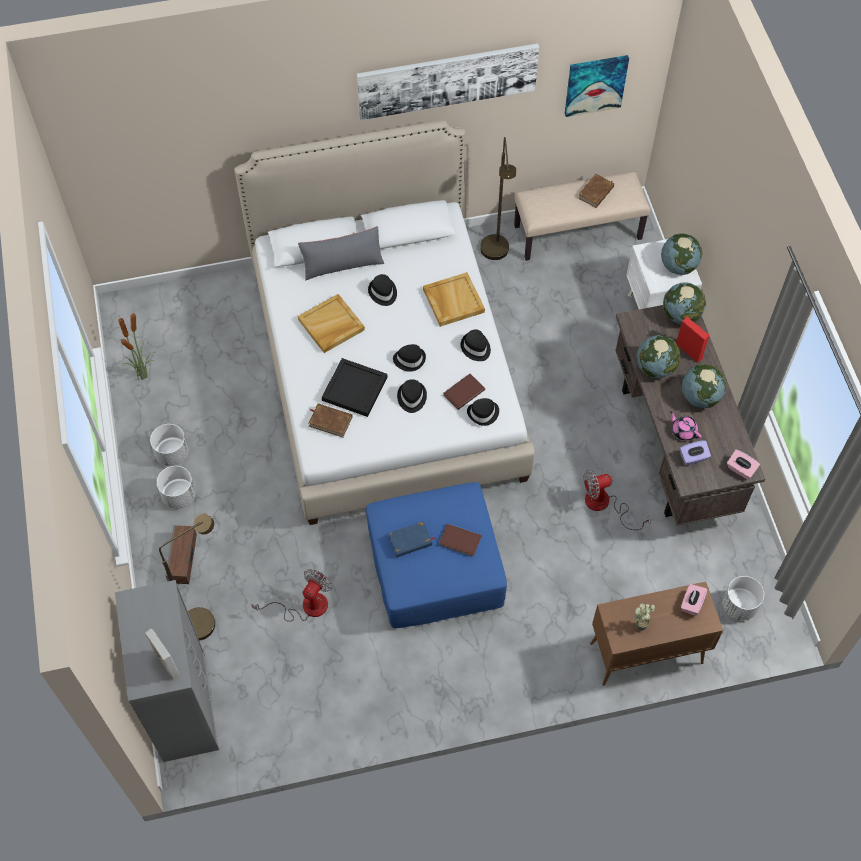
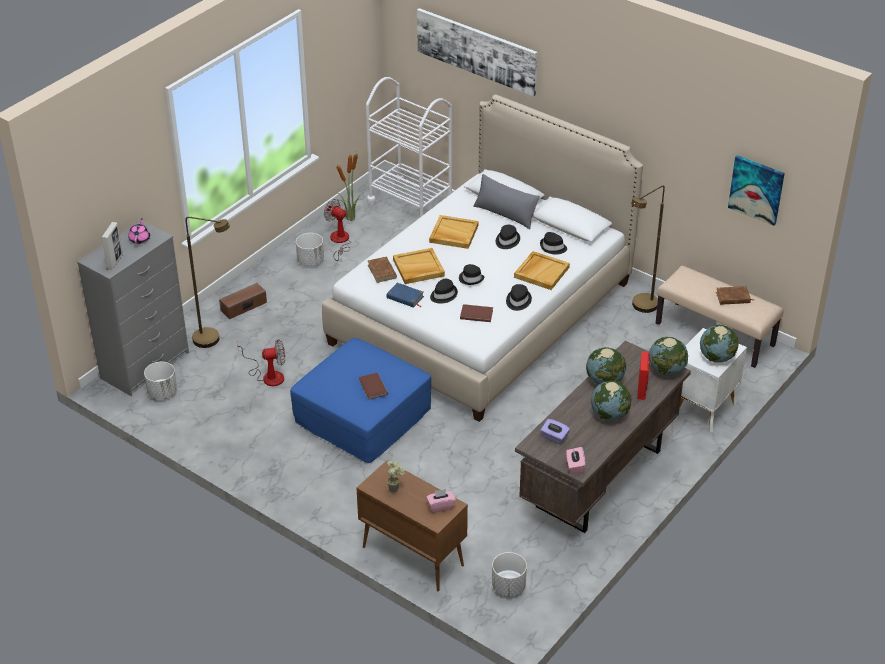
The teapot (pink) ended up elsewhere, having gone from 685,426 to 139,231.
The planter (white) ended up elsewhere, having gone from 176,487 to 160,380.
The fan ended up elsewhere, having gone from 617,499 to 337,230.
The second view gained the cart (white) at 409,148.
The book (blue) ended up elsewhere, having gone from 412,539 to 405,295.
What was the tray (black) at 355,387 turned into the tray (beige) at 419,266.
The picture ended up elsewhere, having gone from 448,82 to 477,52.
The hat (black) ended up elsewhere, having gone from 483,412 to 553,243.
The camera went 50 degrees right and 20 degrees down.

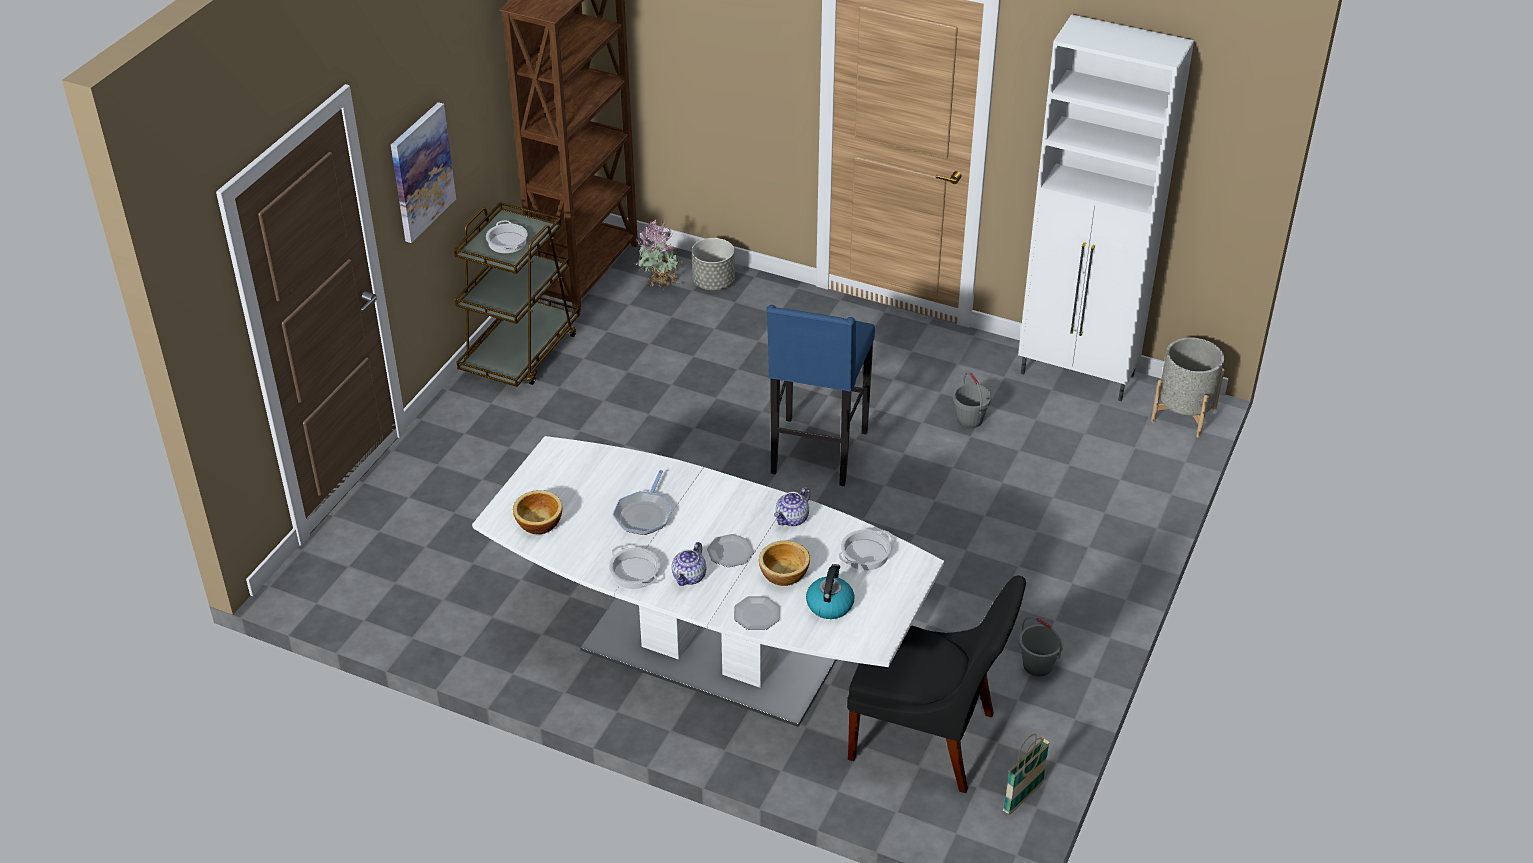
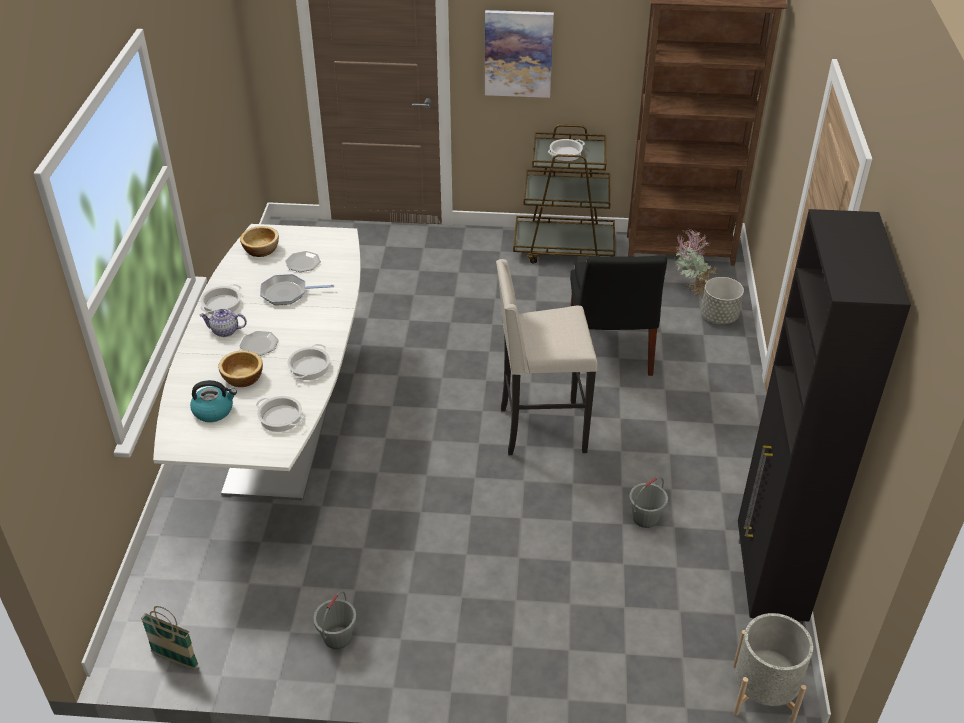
The plate ended up elsewhere, having gone from 757,613 to 303,261.
Where the teapot stood at 792,506, the cooking pot came to stand at 308,362.
What was the stool (blue) at 820,395 turned into the stool (beige) at 546,357.
The chair (black) ended up elsewhere, having gone from 936,684 to 618,315.
What was the cabinet (white) at 1106,208 turned into the cabinet (black) at 824,417.
The camera went 70 degrees right and 0 degrees up.

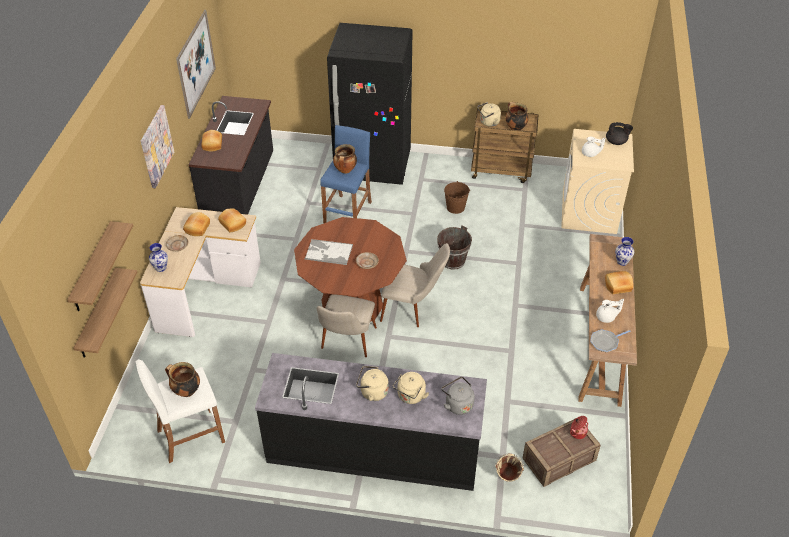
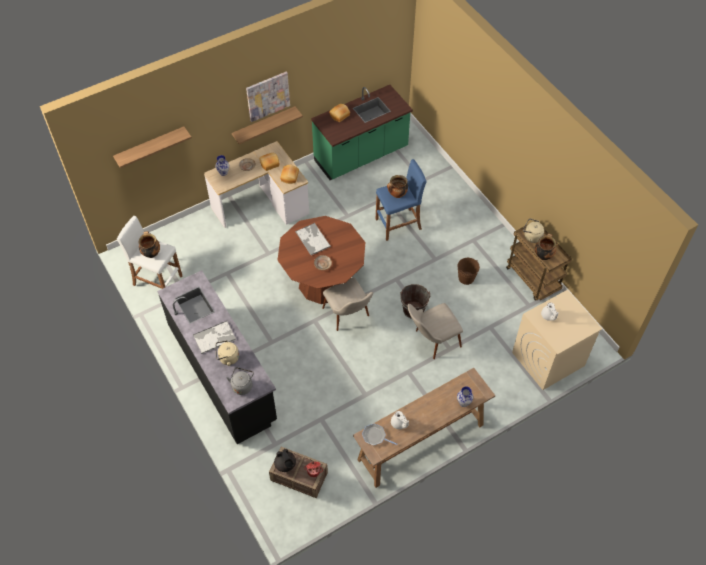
Where the kettle (beige) stood at 372,383, the tray came to stand at 214,337.
The shelf ended up elsewhere, having gone from 105,313 to 267,125.
The teapot (black) ended up elsewhere, having gone from 619,133 to 285,460.
What was the counter (black) at 230,155 turned into the counter (green) at 362,132.
The chair (beige) ended up elsewhere, having gone from 347,325 to 435,331.
The second view lost the picture at 196,64.
The second view lost the fridge (black) at 370,104.
The second view lost the bucket (beige) at 509,468.
The second view lost the bread at 619,282.
The camera went 50 degrees right and 10 degrees up.

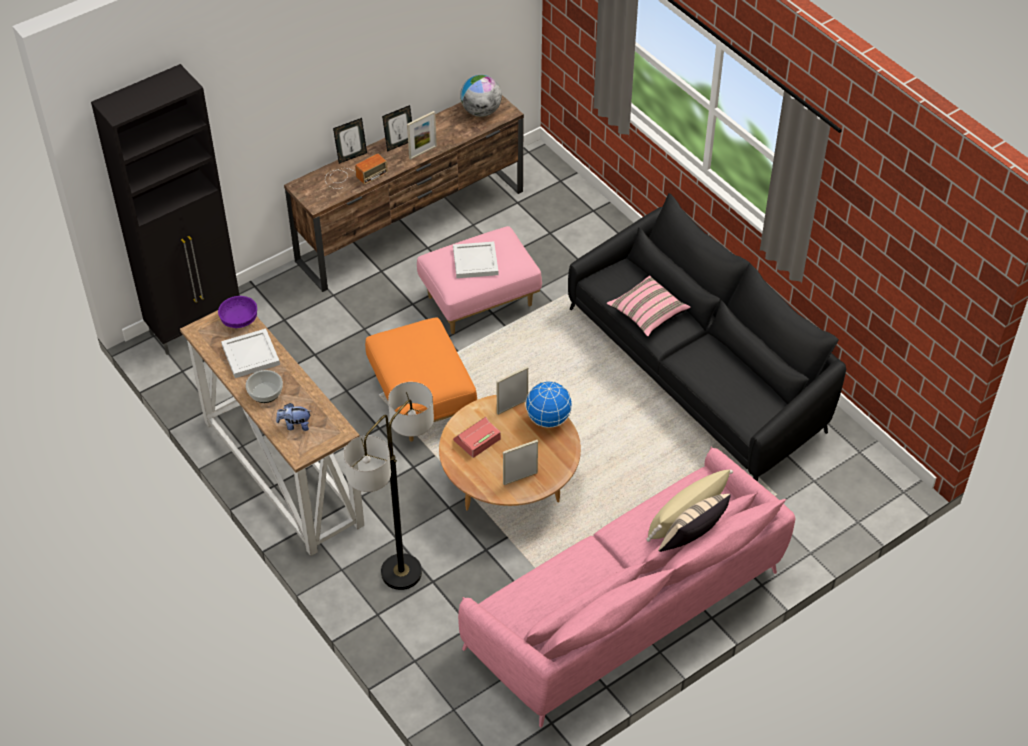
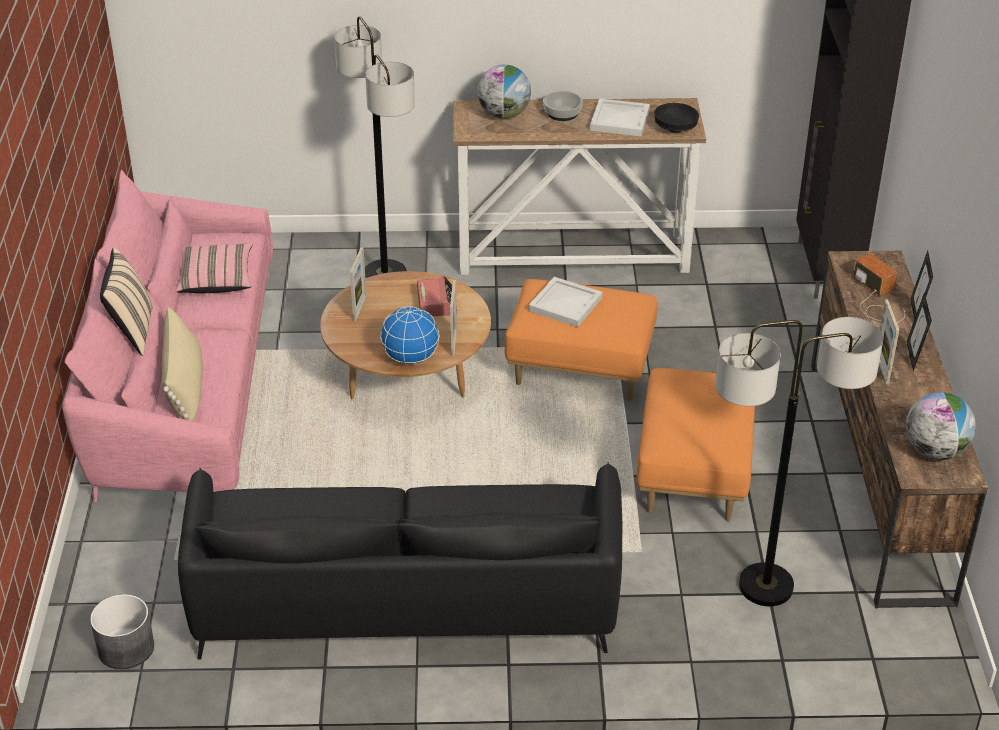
The second view gained the planter (grey) at 122,631.
The pillow (pink) ended up elsewhere, having gone from 648,306 to 214,268.
Where the plush toy stood at 293,417, the globe came to stand at 504,92.
The tray (white) ended up elsewhere, having gone from 475,260 to 566,302.
What was the ottoman (pink) at 479,280 turned into the ottoman (orange) at 695,444.
What was the bowl (purple) at 237,312 turned into the bowl (black) at 676,118.
The second view gained the floor lamp at 799,461.
The radio at 356,171 ended up facing another way, 150 degrees clockwise from before.
The camera went 125 degrees right and 10 degrees down.

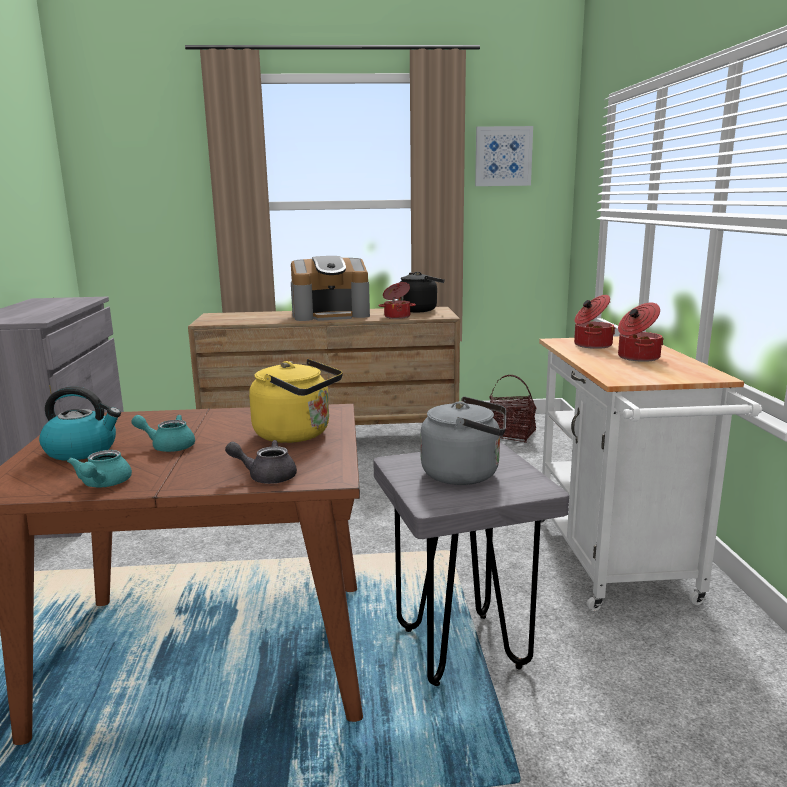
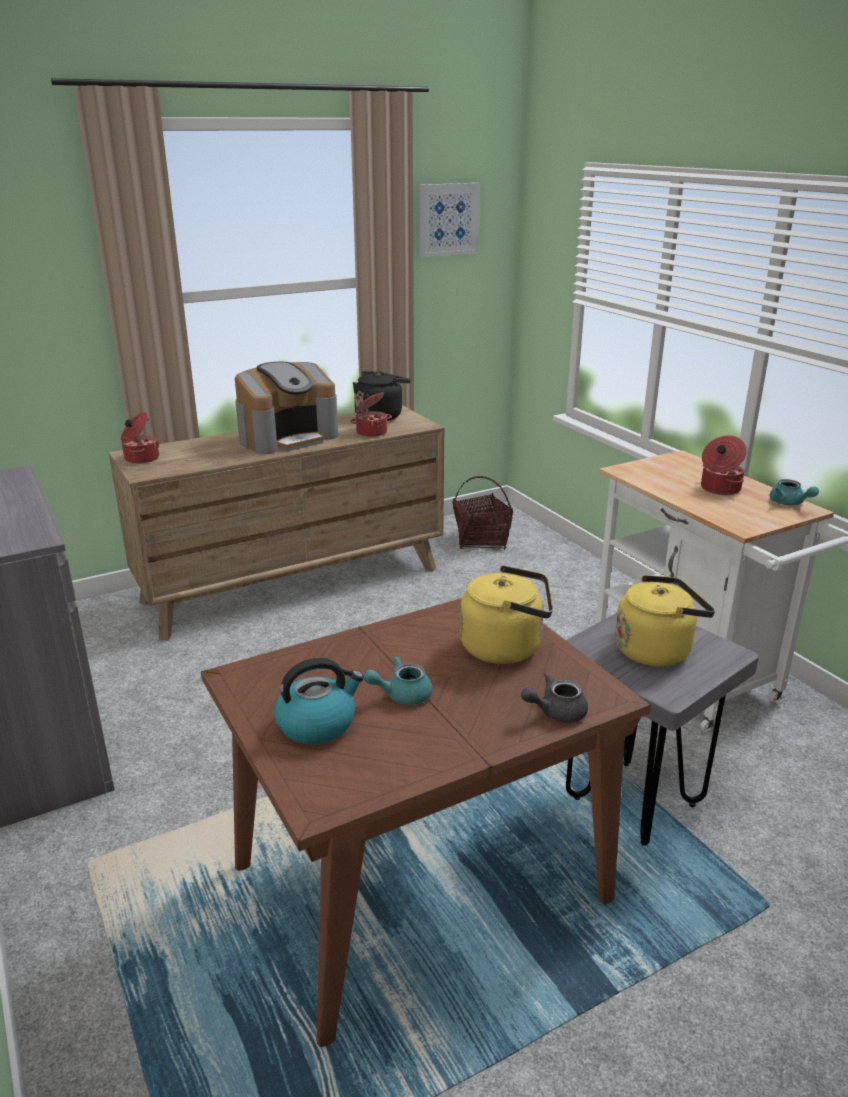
The cooking pot ended up elsewhere, having gone from 595,322 to 140,438.
What was the kettle (grey) at 463,441 turned into the kettle (yellow) at 665,620.
The teapot (turquoise) ended up elsewhere, having gone from 99,468 to 794,492.
The camera went 25 degrees left and 10 degrees up.

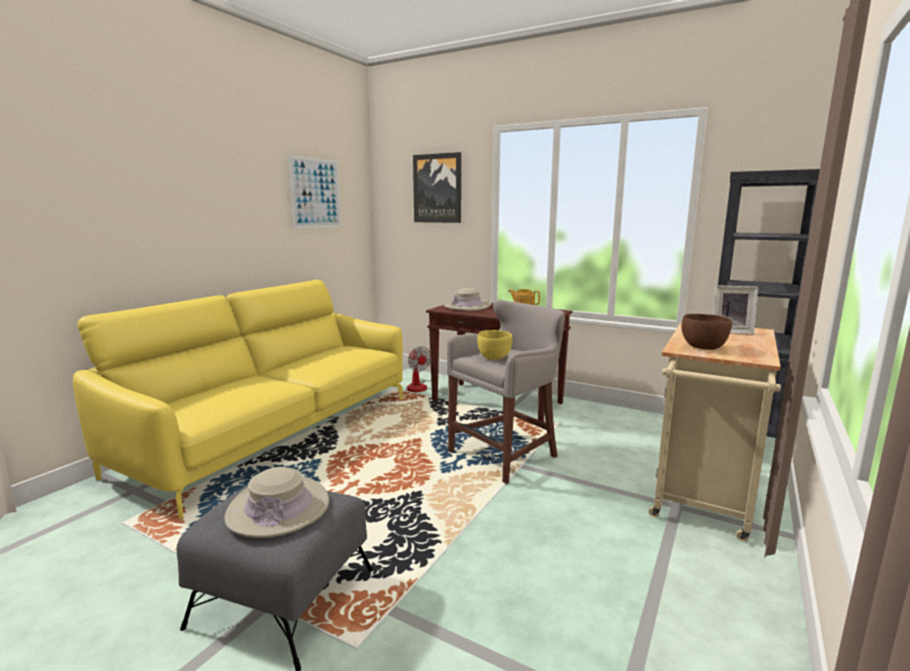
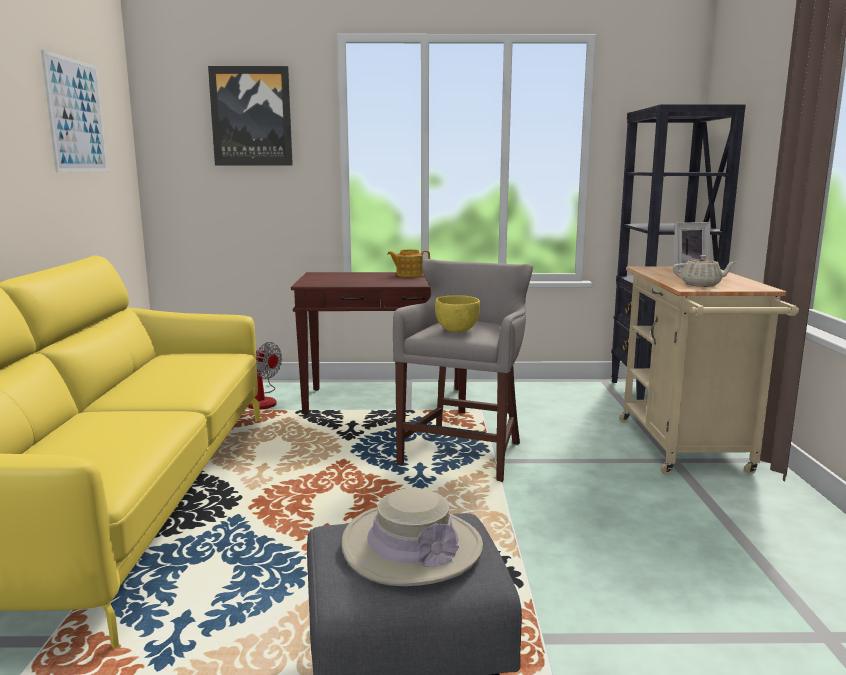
Where the bowl (brown) stood at 706,332, the teapot (beige) came to stand at 704,271.
The second view lost the hat (beige) at 467,299.
The camera went 30 degrees left and 0 degrees up.

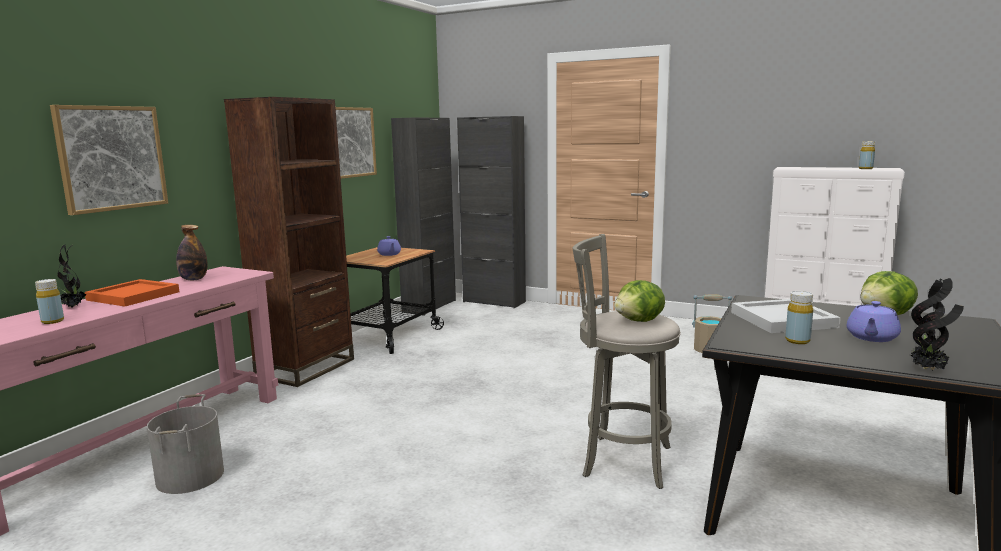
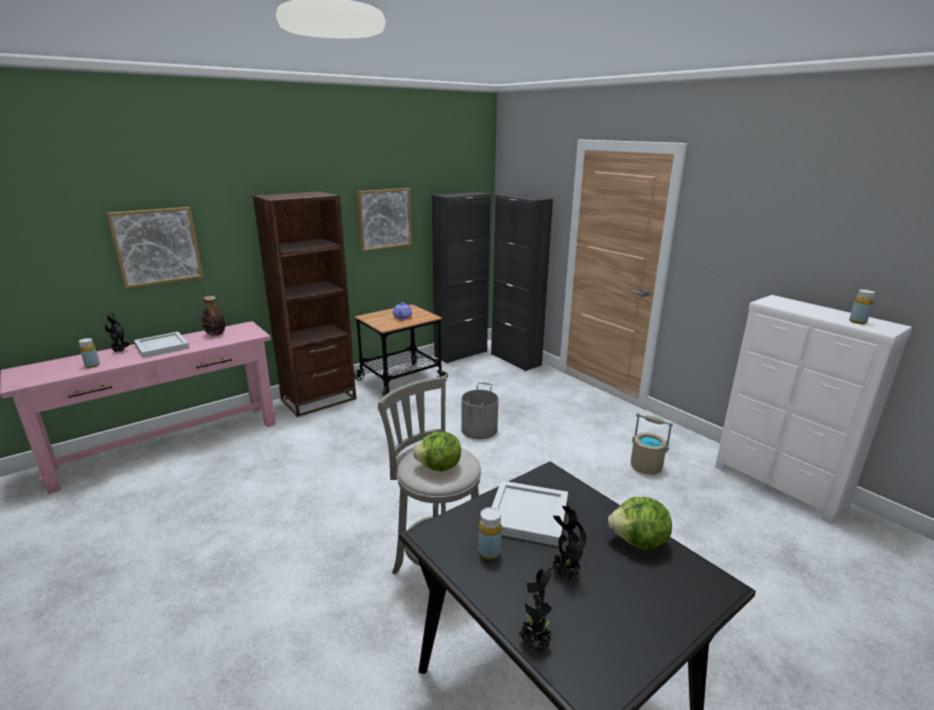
What was the tray (orange) at 132,293 turned into the tray (white) at 161,345.
The bucket (grey) ended up elsewhere, having gone from 185,444 to 479,410.
Where the teapot (purple) stood at 874,321, the potted plant came to stand at 569,542.
The camera went 25 degrees right and 10 degrees up.

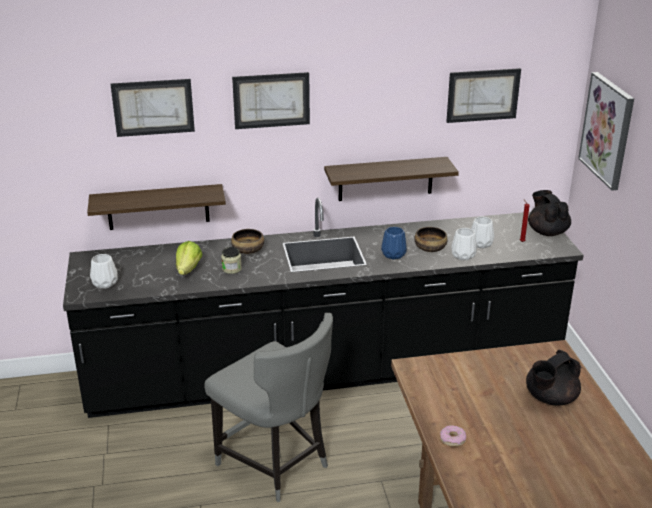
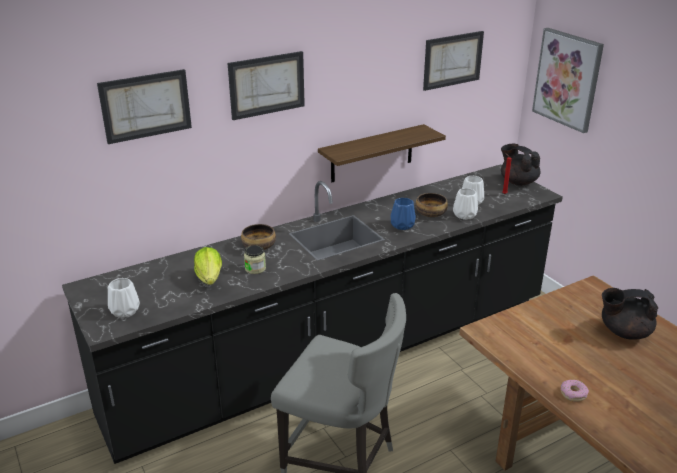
The teapot (black) at 553,378 ended up facing another way, 60 degrees clockwise from before.
The second view lost the shelf at 156,207.
The camera went 20 degrees left and 0 degrees up.

